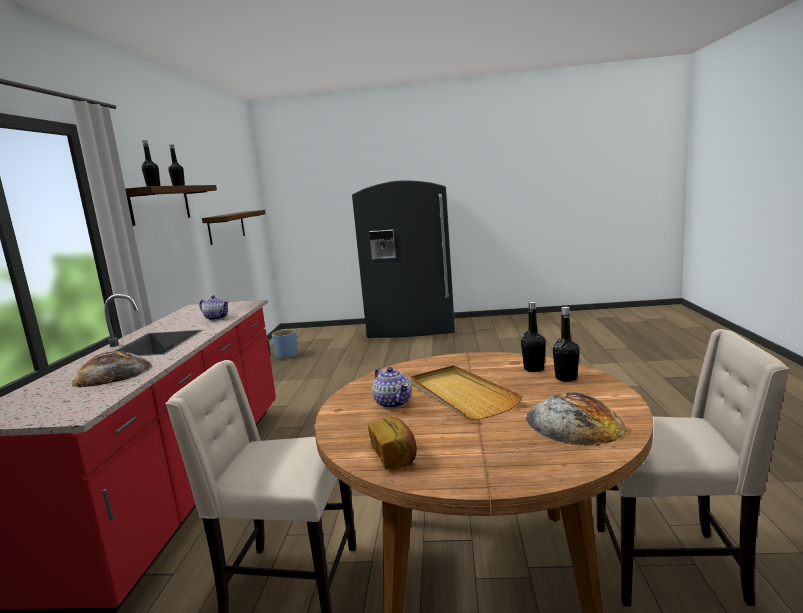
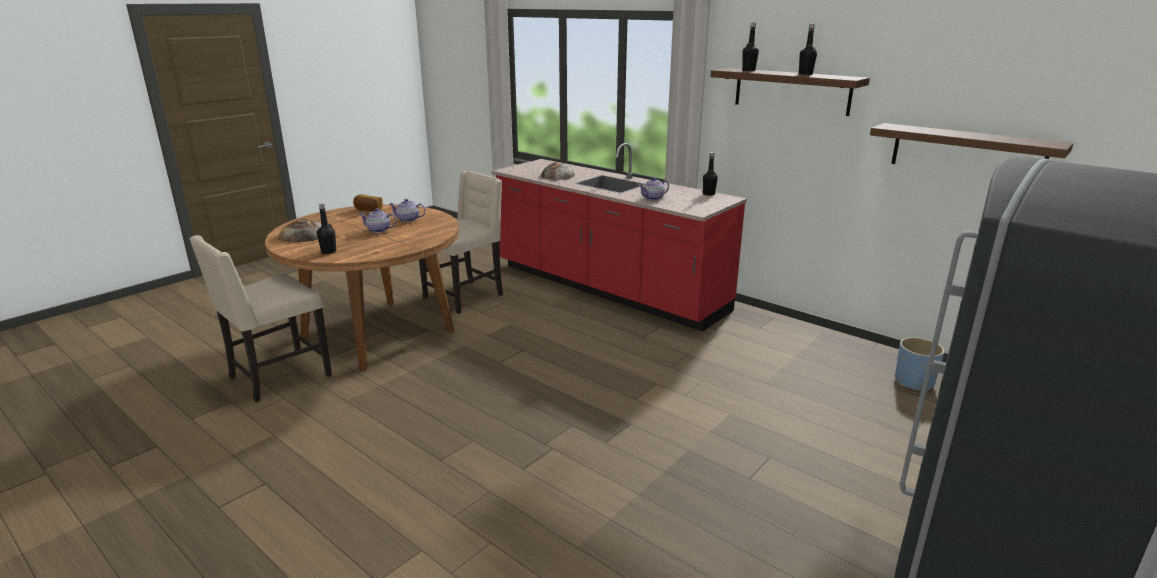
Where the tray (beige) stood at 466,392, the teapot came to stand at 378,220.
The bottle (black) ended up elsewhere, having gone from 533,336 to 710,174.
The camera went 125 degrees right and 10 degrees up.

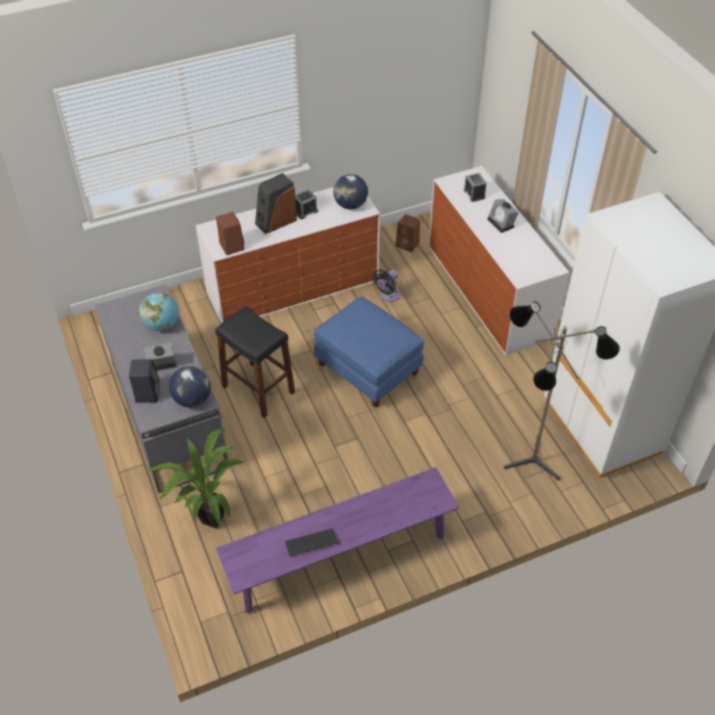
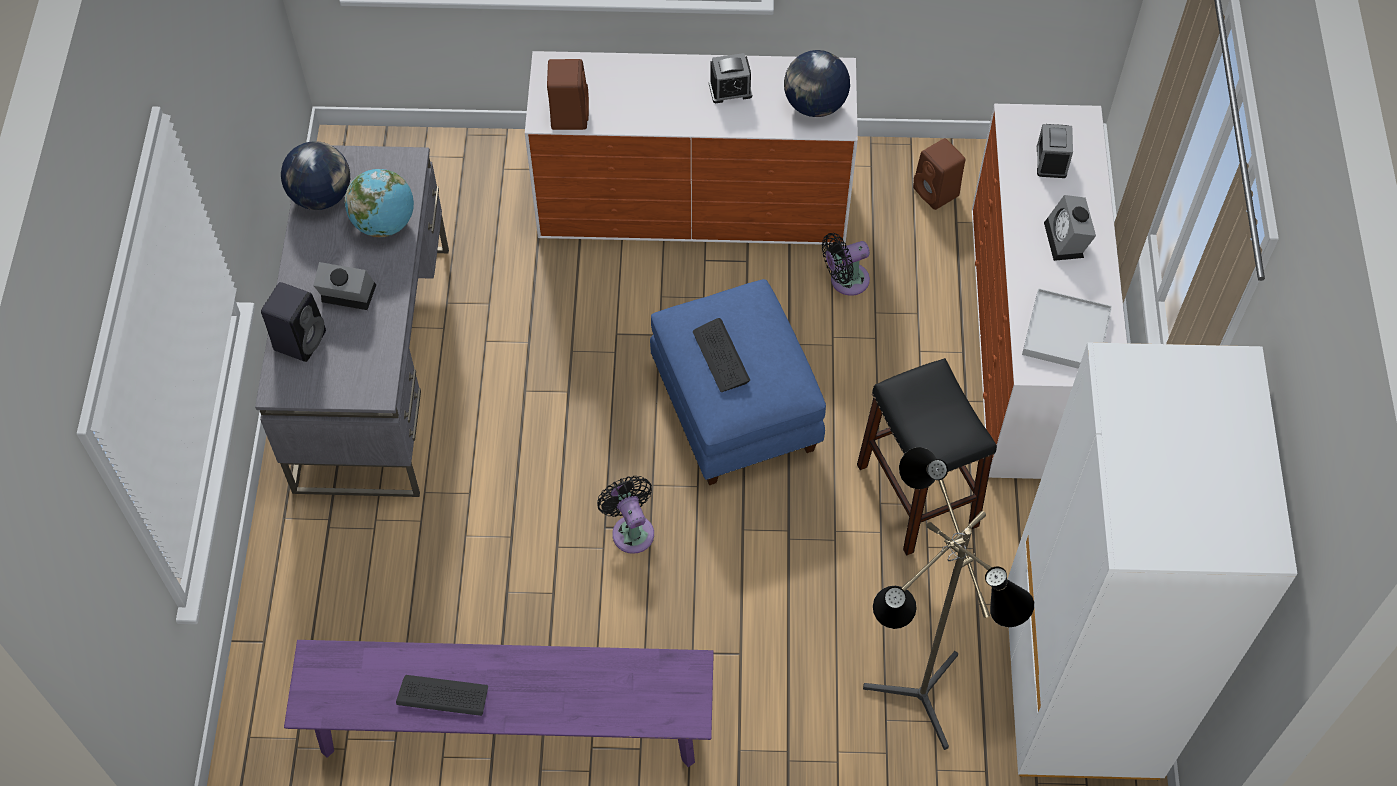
The globe ended up elsewhere, having gone from 190,386 to 315,175.
The second view gained the fan (black) at 625,515.
The second view gained the keyboard at 721,355.
The stool (black) ended up elsewhere, having gone from 255,362 to 927,457.
The second view gained the tray (white) at 1067,328.
The second view lost the potted plant at 195,478.
The second view lost the speaker at 276,203.
The camera went 25 degrees right and 10 degrees up.

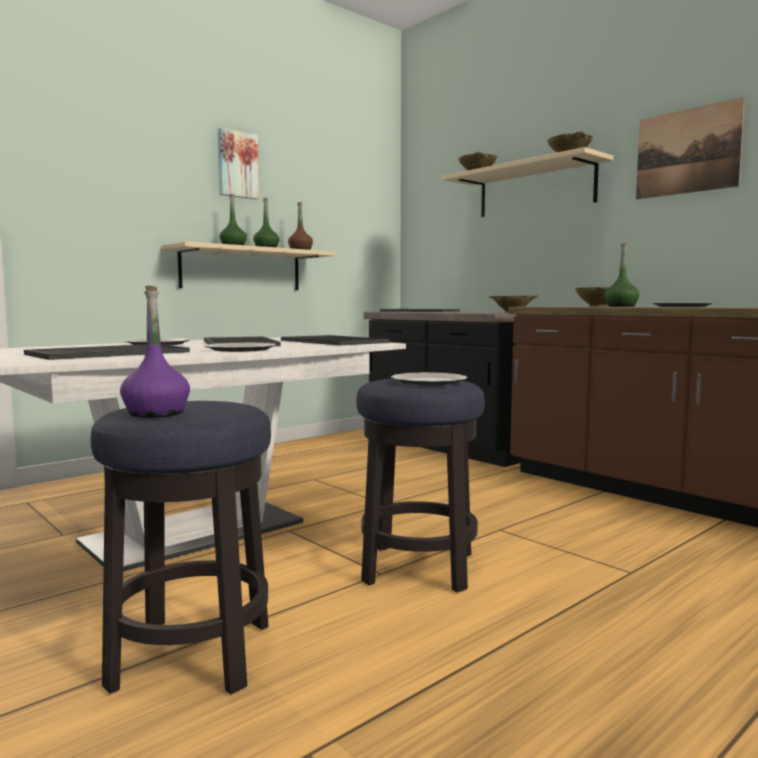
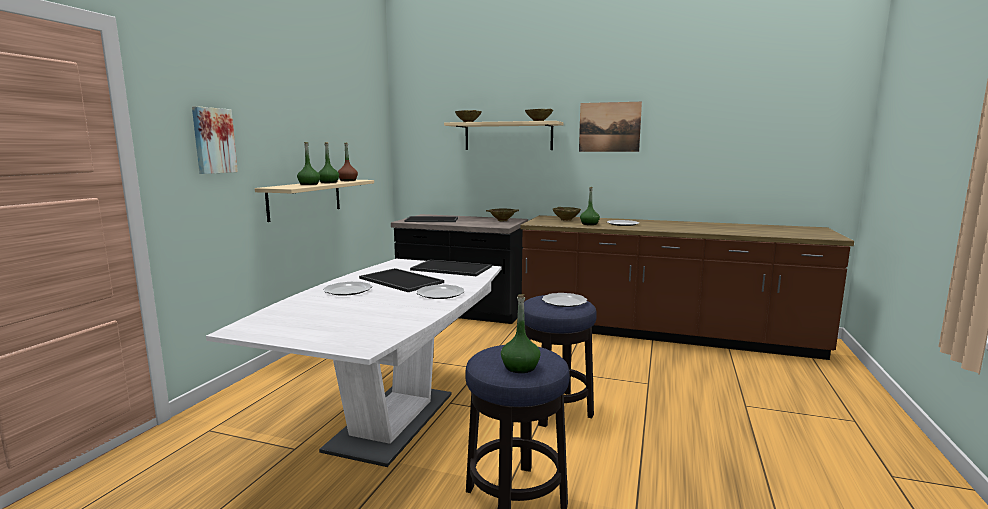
The picture ended up elsewhere, having gone from 238,163 to 215,140.
What was the bottle (purple) at 155,352 turned into the bottle (green) at 521,333.
The second view lost the tray at 107,352.
The camera went 30 degrees left and 5 degrees up.

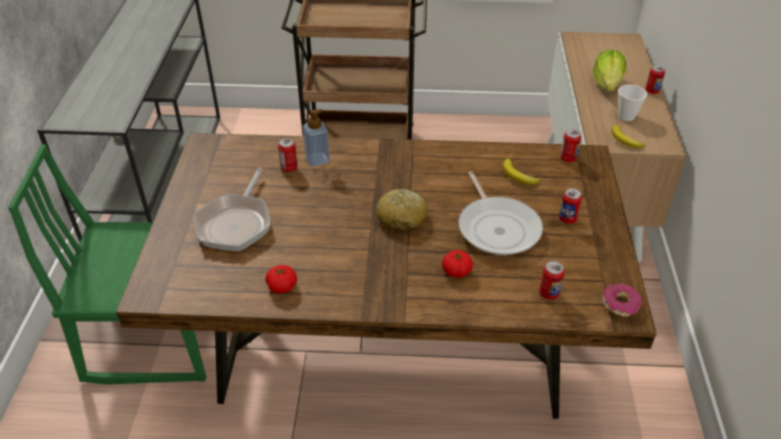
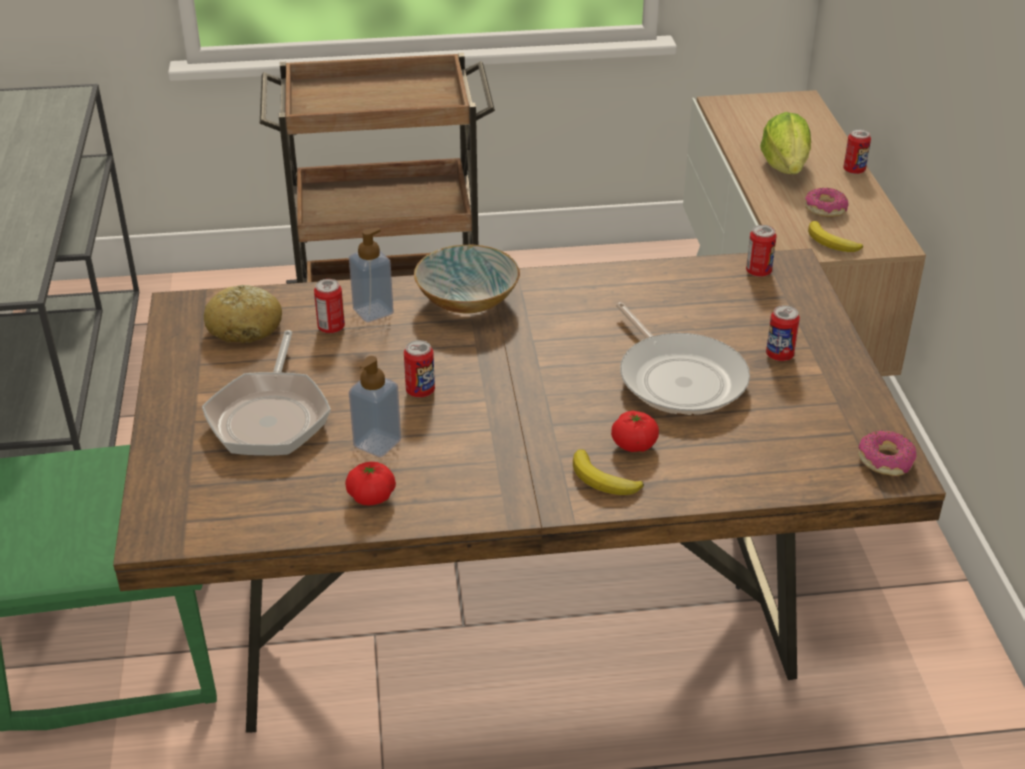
The bread ended up elsewhere, having gone from 402,210 to 243,314.
The second view gained the soap dispenser at 375,406.
The can ended up elsewhere, having gone from 552,280 to 419,368.
The second view gained the bowl at 467,279.
The banana ended up elsewhere, having gone from 521,172 to 608,472.
Where the cup stood at 632,102, the donut came to stand at 827,202.
The camera went 10 degrees left and 5 degrees down.

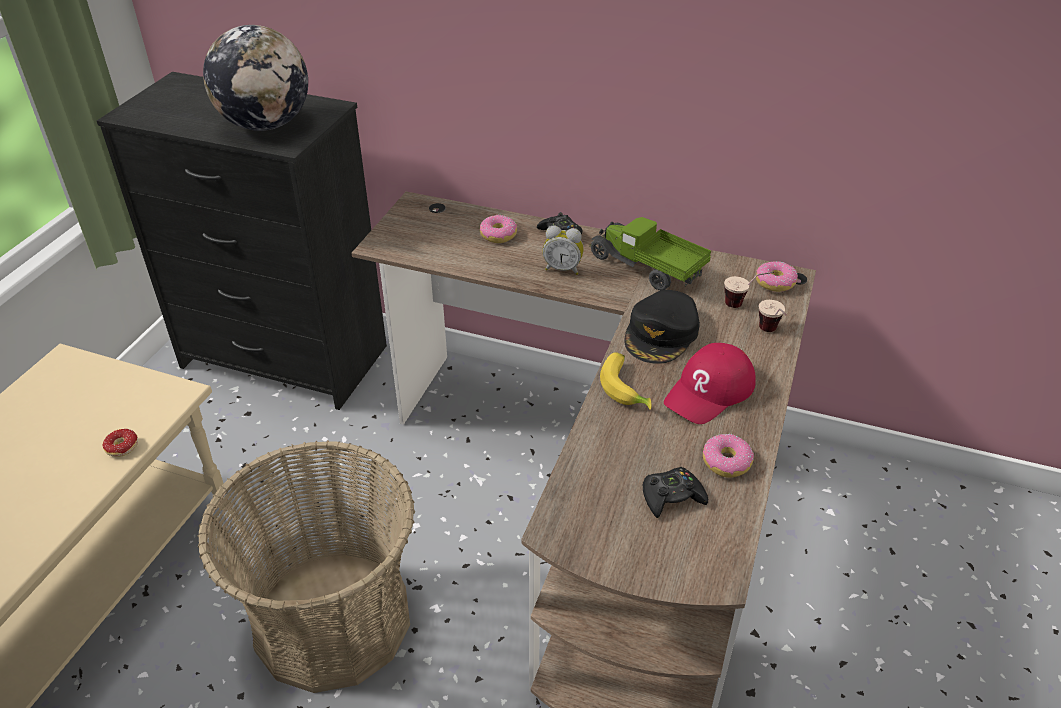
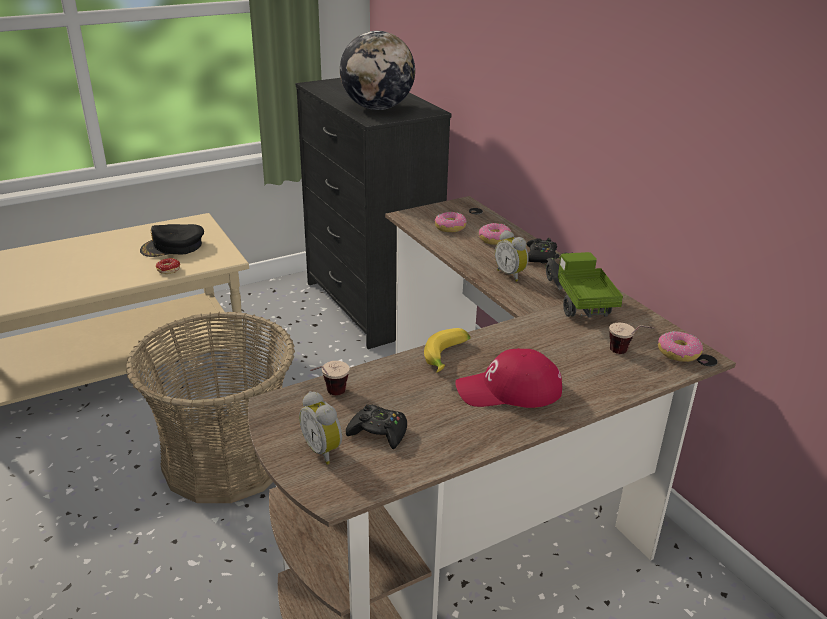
The cap (black) ended up elsewhere, having gone from 662,327 to 172,240.
The second view gained the alarm clock at 320,428.
The cup ended up elsewhere, having gone from 773,316 to 330,378.
The donut ended up elsewhere, having gone from 728,456 to 450,222.
The camera went 40 degrees right and 10 degrees down.

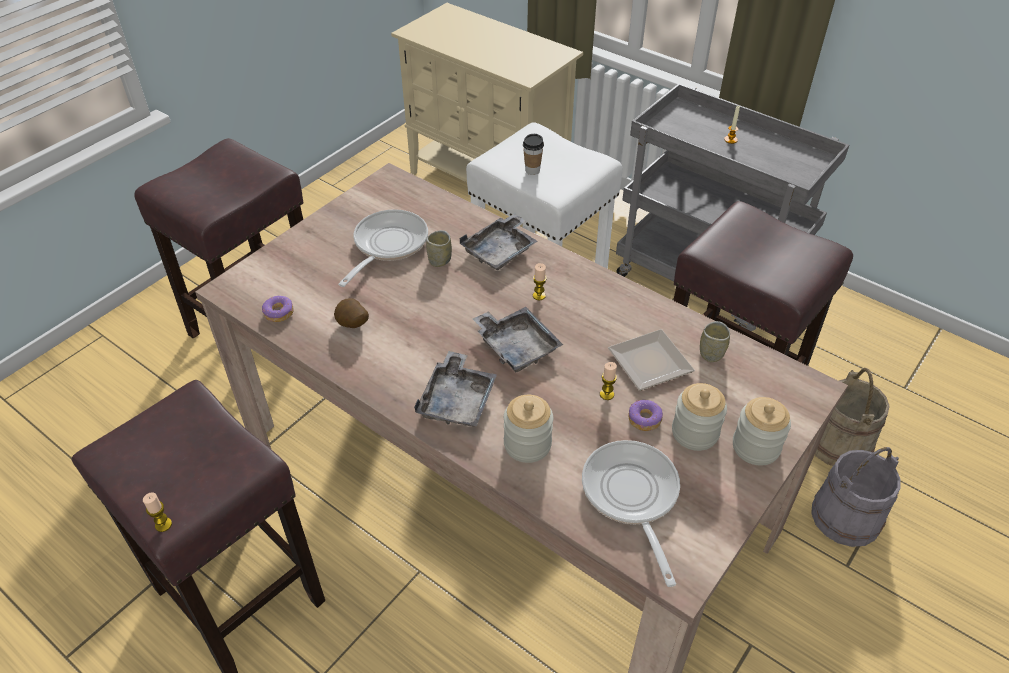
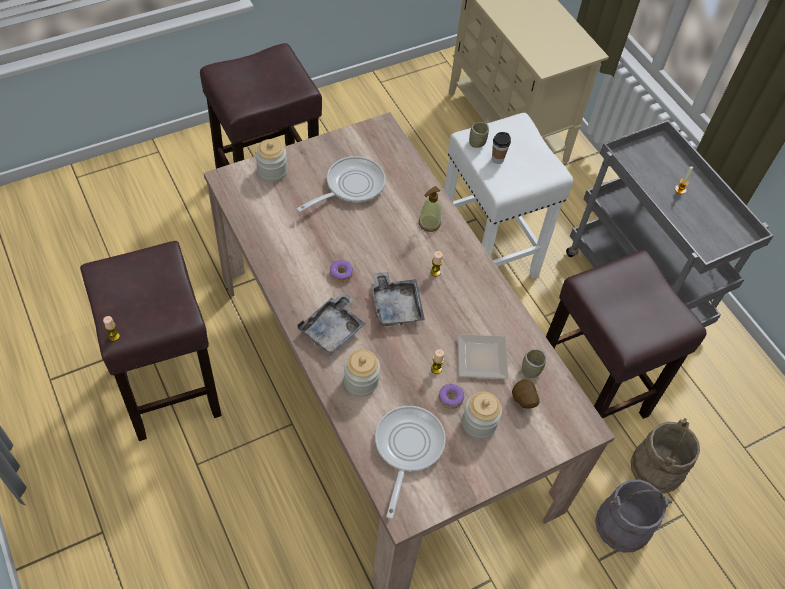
The jar ended up elsewhere, having gone from 762,431 to 271,160.
The donut ended up elsewhere, having gone from 278,309 to 341,271.
Where the tray (grey) stood at 498,241, the soap dispenser came to stand at 430,209.
The cup ended up elsewhere, having gone from 439,248 to 479,135.
The potato ended up elsewhere, having gone from 351,313 to 526,394.
The camera went 20 degrees right and 10 degrees up.

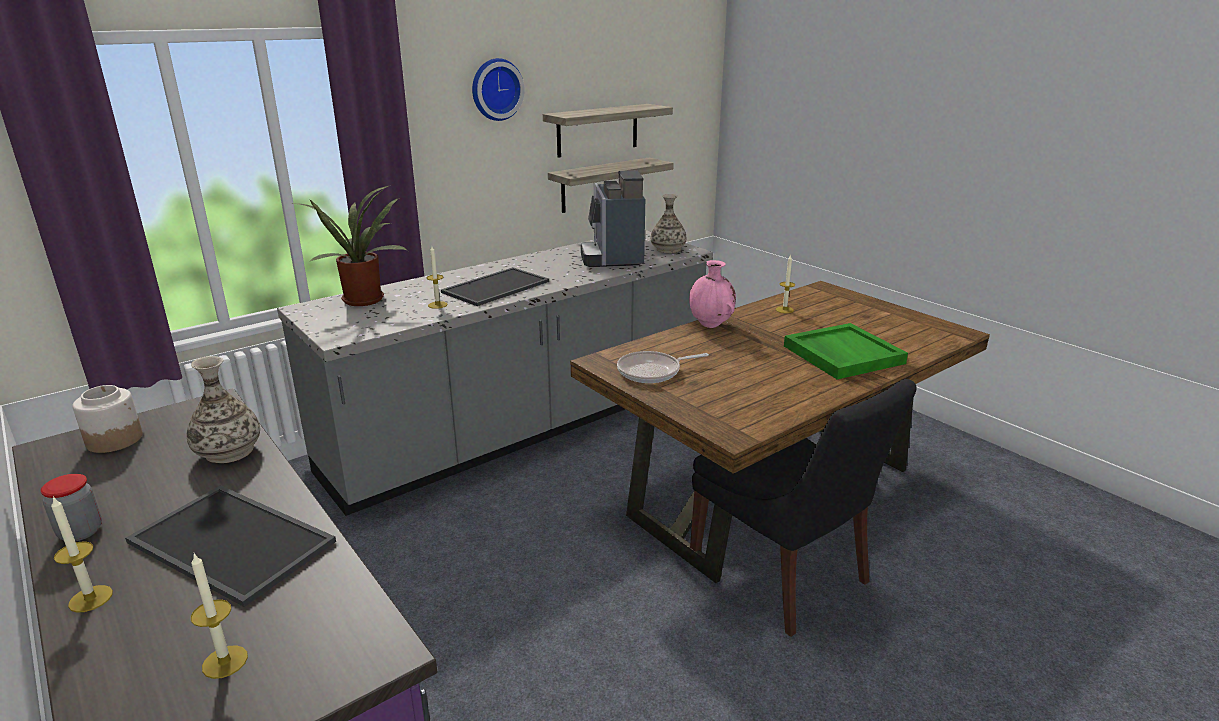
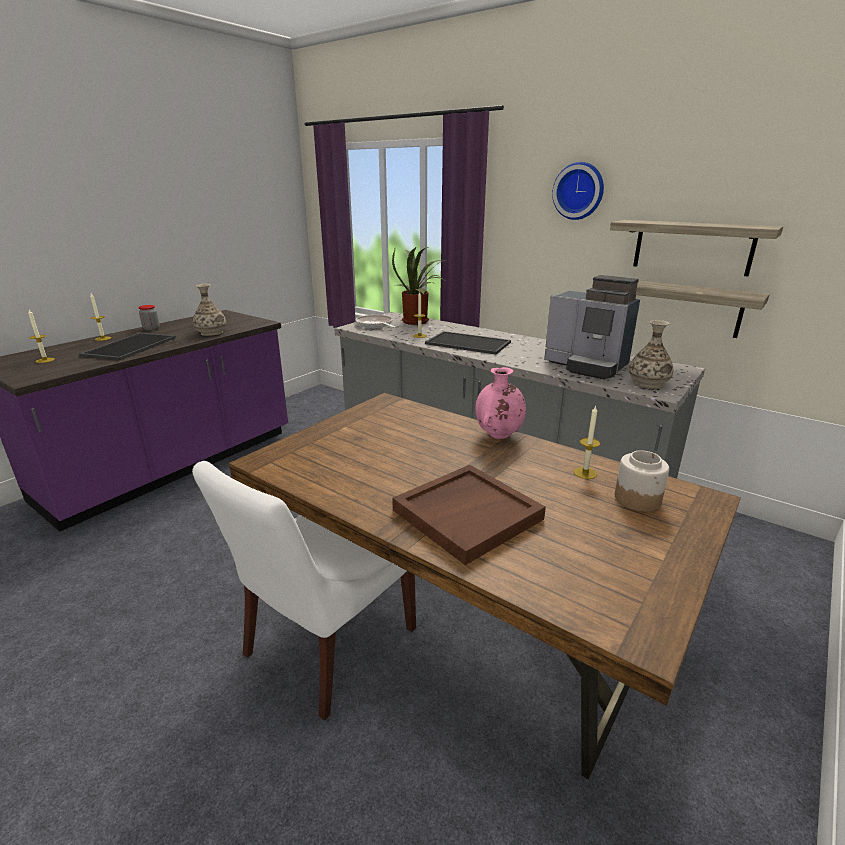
What was the chair (black) at 803,508 turned into the chair (white) at 304,591.
The frying pan ended up elsewhere, having gone from 663,367 to 375,321.
What was the tray (green) at 846,351 turned into the tray (brown) at 469,515.
The coffee machine at 613,218 ended up facing another way, 120 degrees counterclockwise from before.
The jar ended up elsewhere, having gone from 107,419 to 642,481.
The camera went 75 degrees right and 0 degrees up.

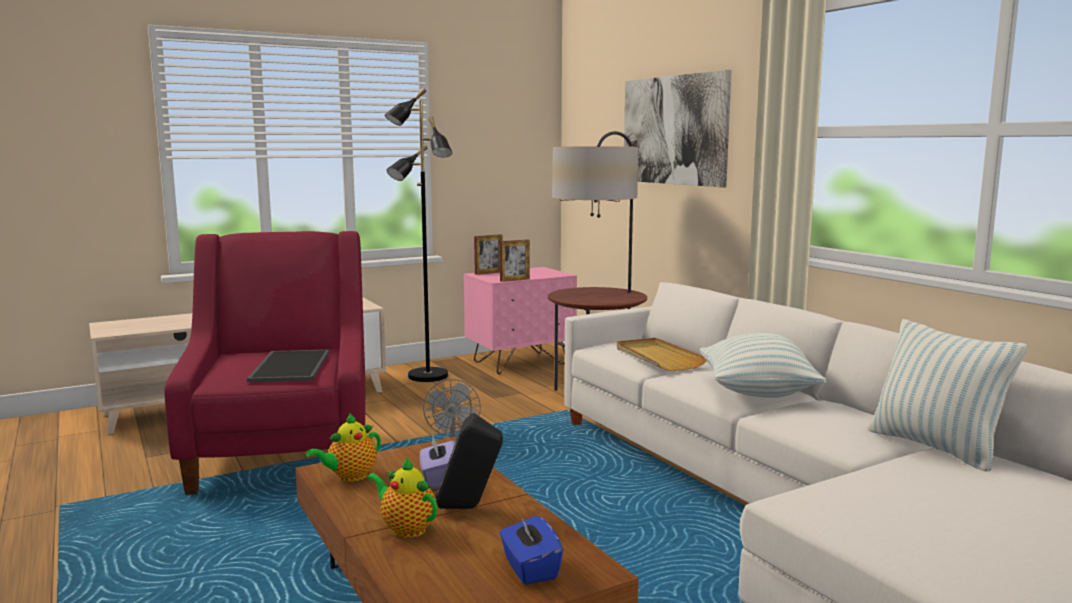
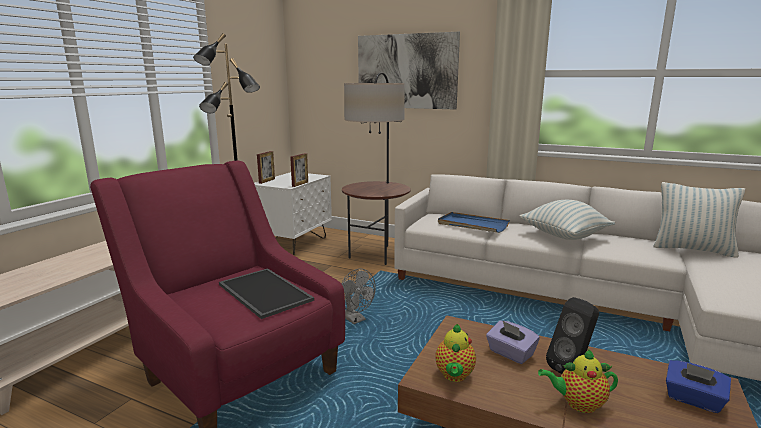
What was the nightstand (pink) at 520,320 turned into the nightstand (white) at 293,213.
What was the tray (beige) at 661,354 turned into the tray (blue) at 474,222.
The camera went 35 degrees left and 5 degrees up.

